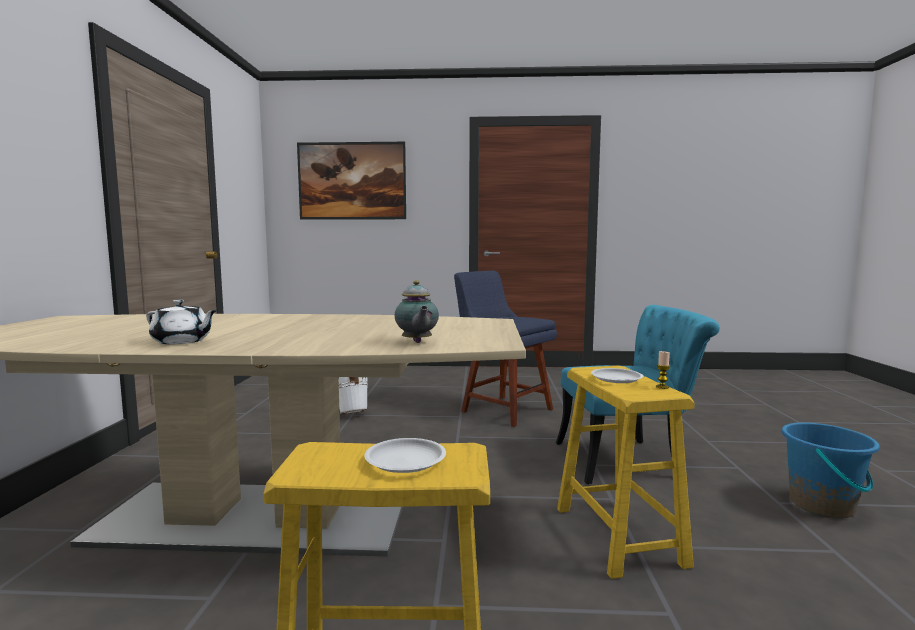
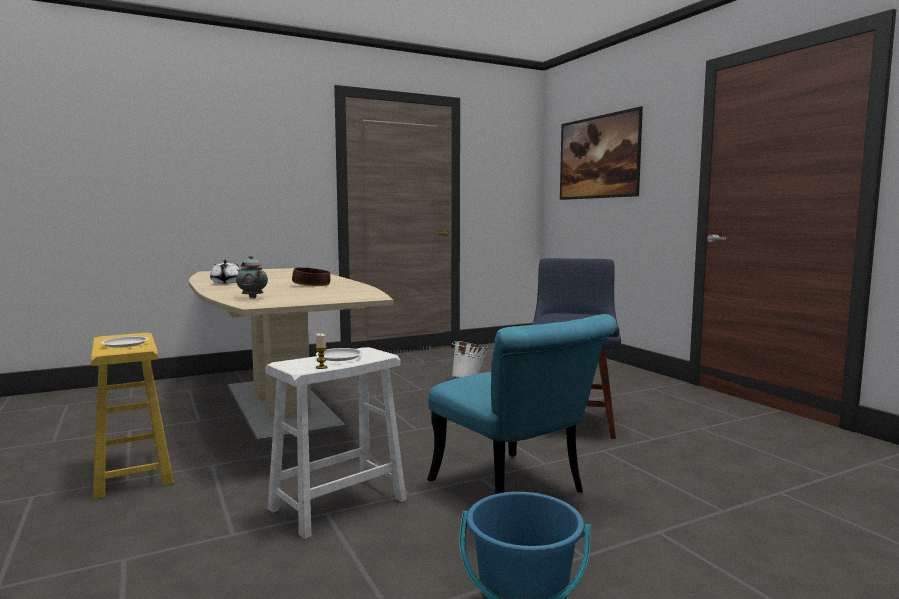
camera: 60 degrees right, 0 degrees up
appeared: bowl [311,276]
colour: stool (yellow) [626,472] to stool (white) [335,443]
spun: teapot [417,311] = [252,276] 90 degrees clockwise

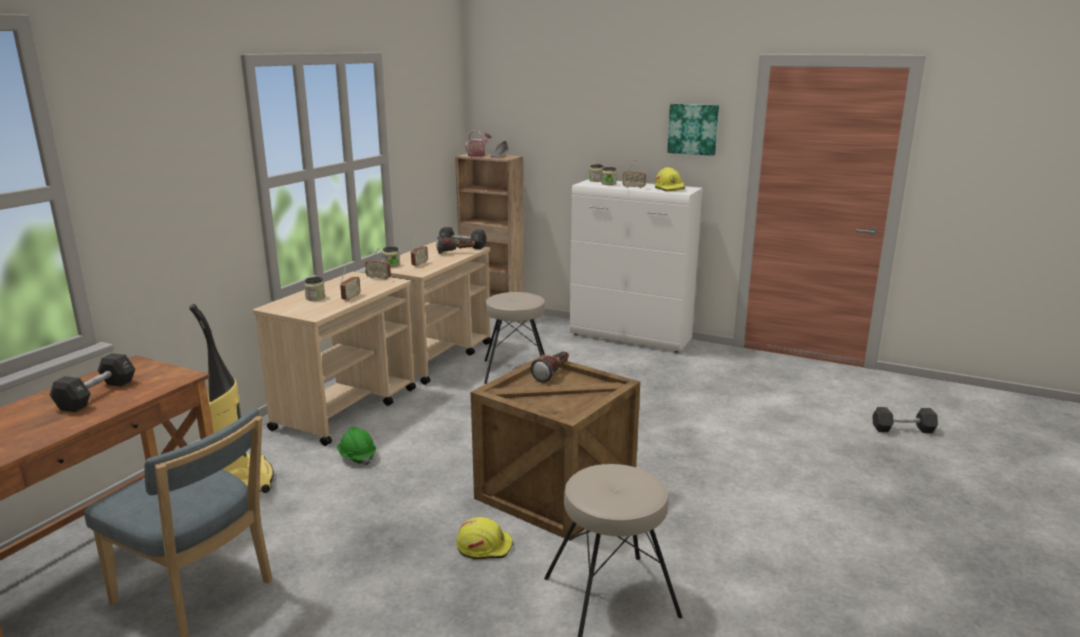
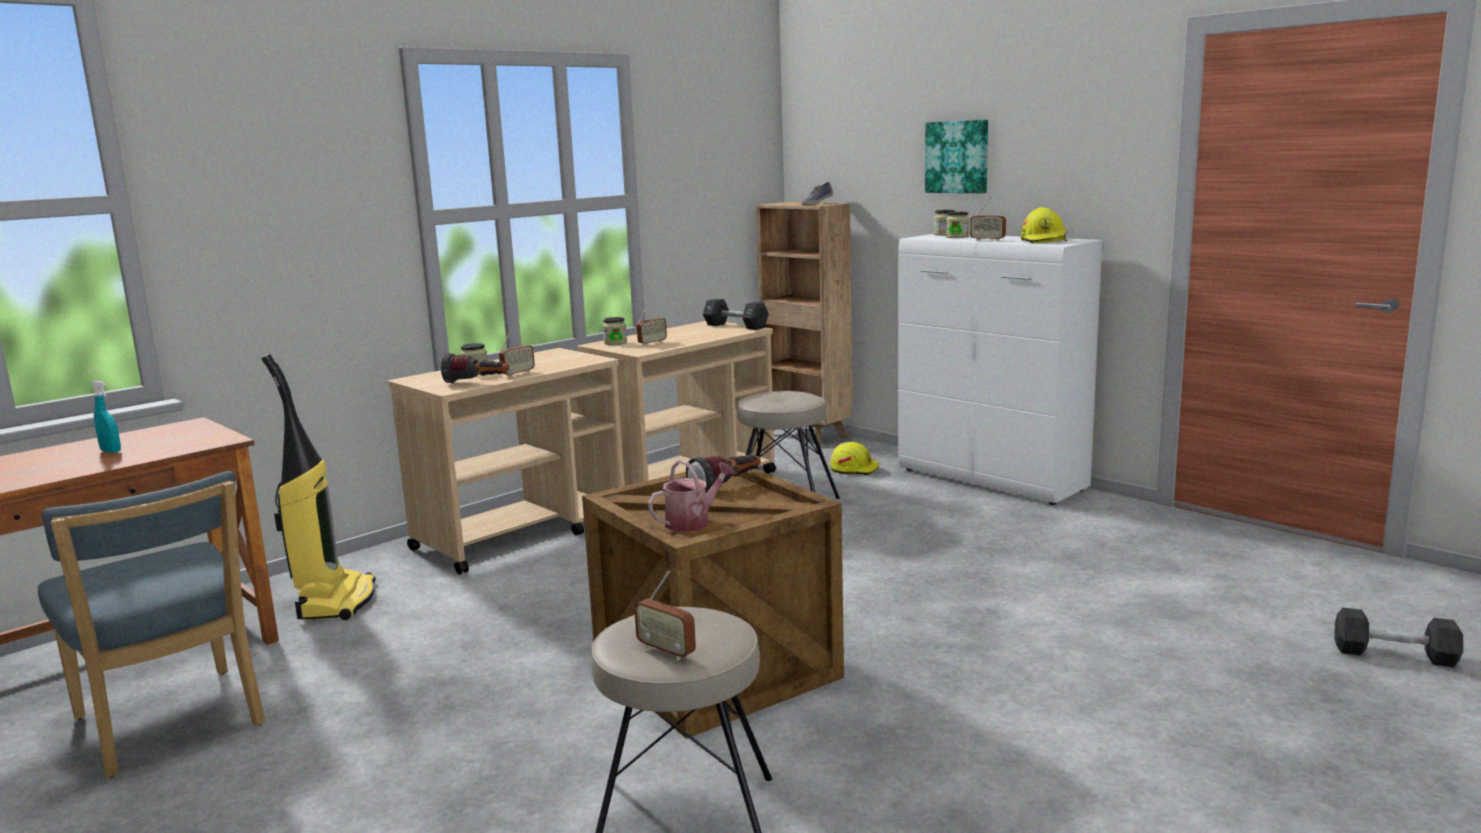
camera: 20 degrees right, 5 degrees down
missing: hard hat (green) [356,446]
relocated: flashlight [455,245] to [475,368]; radio [378,264] to [665,615]; watering can [478,143] to [692,496]; hard hat (yellow) [484,538] to [854,458]; picture [693,130] to [956,156]
exchanged: dumbbell (black) [92,382] to spray bottle (turquoise) [106,417]

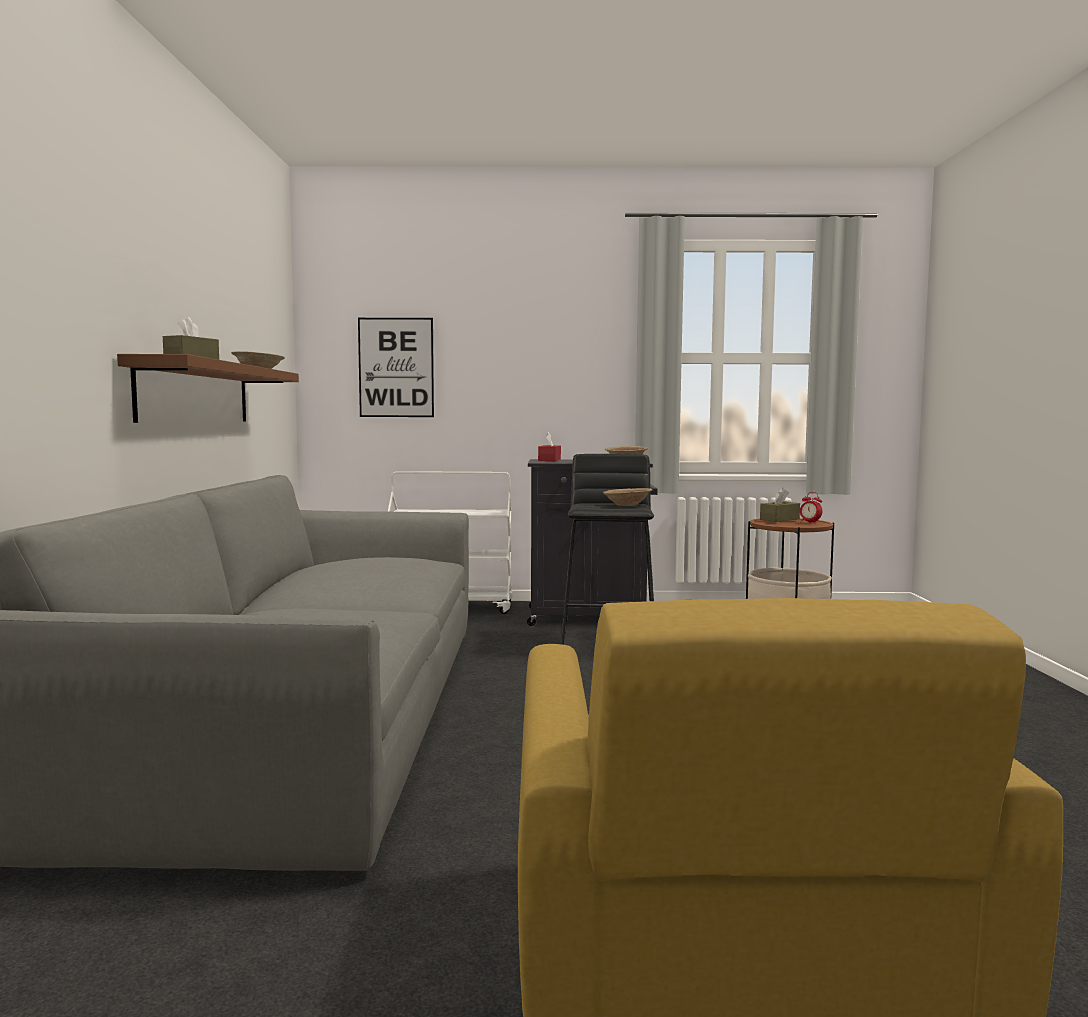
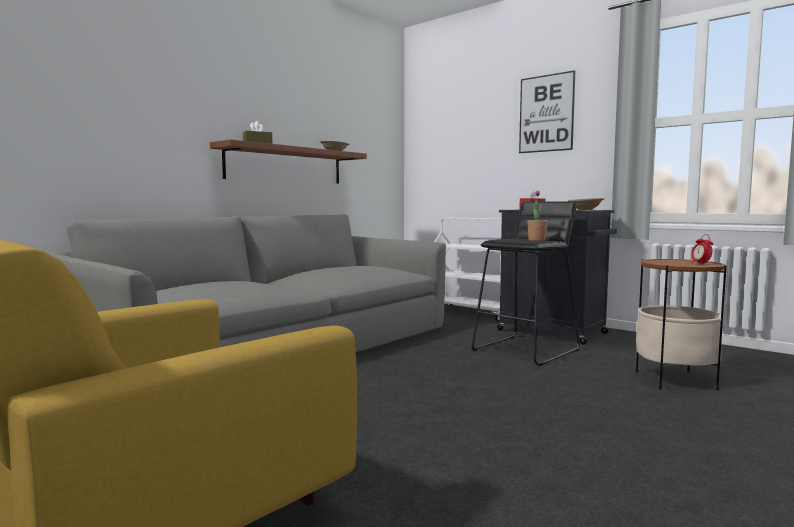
camera: 40 degrees right, 0 degrees up
missing: tissue box (brown) [780,505]
relocated: picture [396,367] to [547,111]
exchanged: bowl (brown) [628,497] to potted plant [537,215]

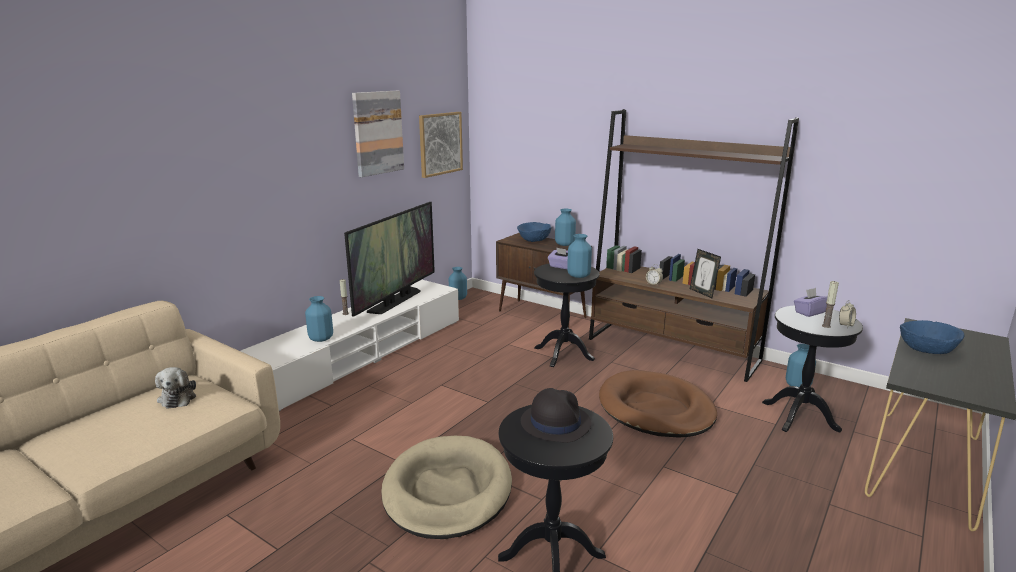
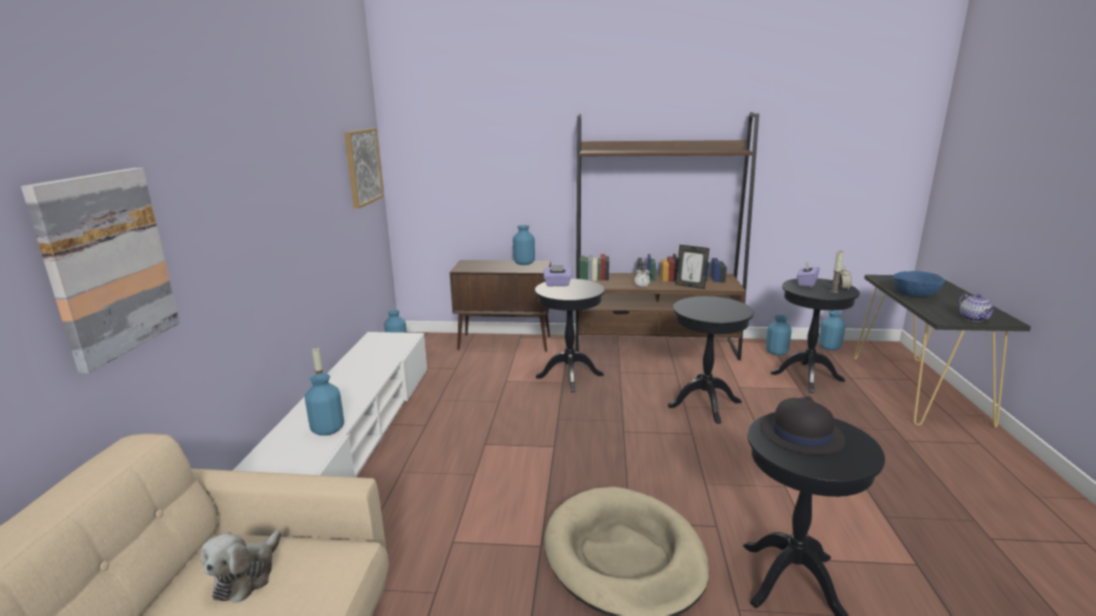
camera: 30 degrees left, 0 degrees up
missing: television [389,259]; bowl (blue) [534,232]
appeared: teapot [977,308]
relocated: picture [378,134] to [100,270]; vase (blue) [579,256] to [832,331]
exchanged: dog bed (brown) [658,404] to side table (black) [711,360]
spun: plush toy [175,387] = [240,566] 60 degrees clockwise

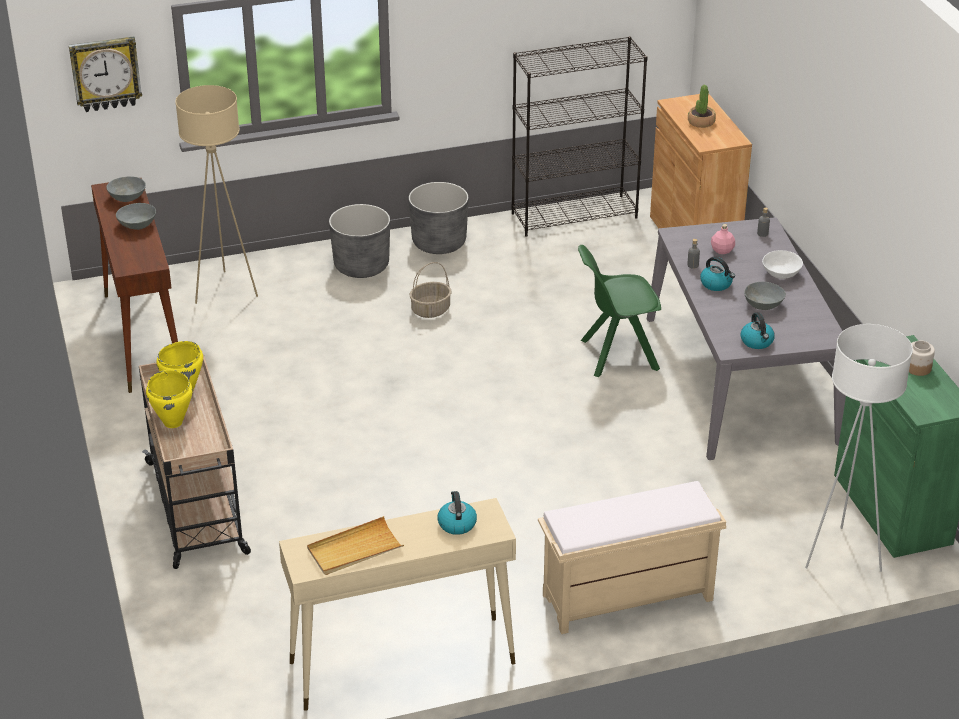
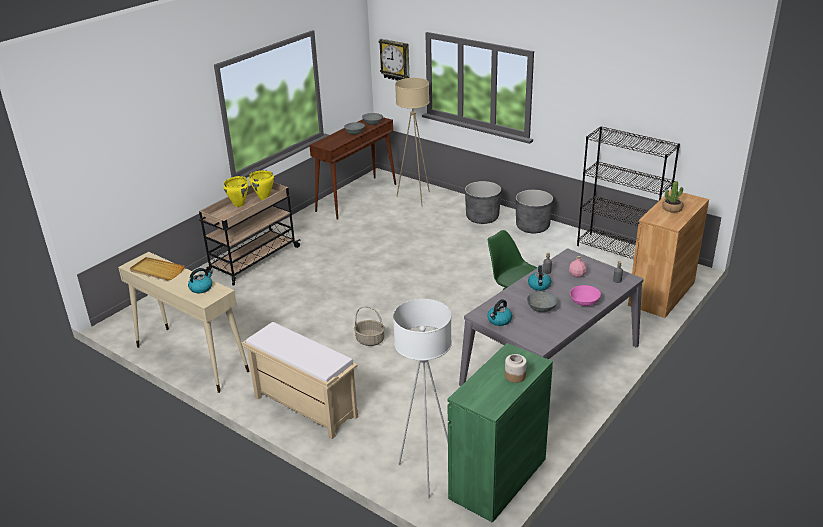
camera: 55 degrees right, 5 degrees down
relocated: basket [431,290] to [369,326]
colour: bowl (white) [782,264] to bowl (pink) [585,295]

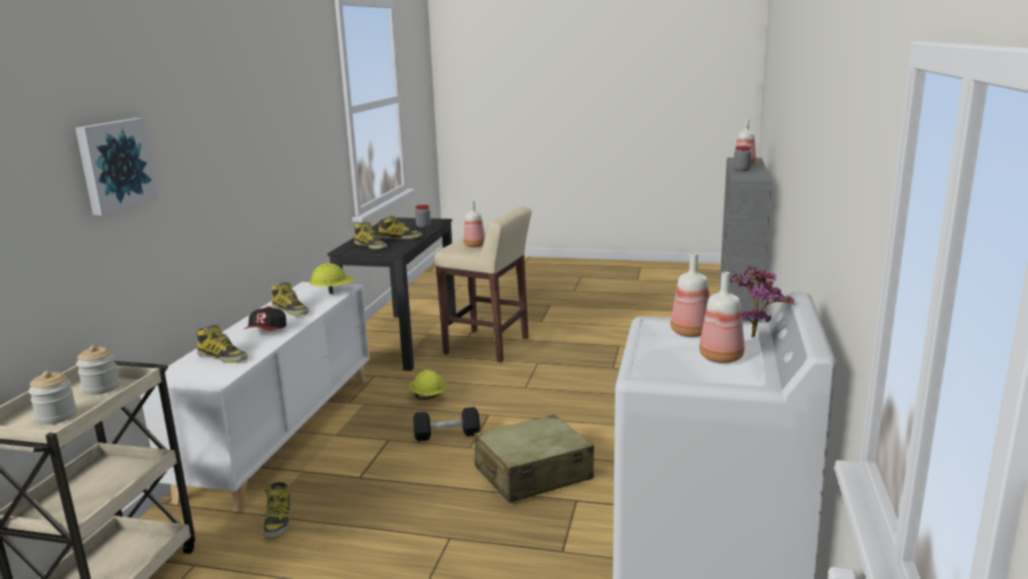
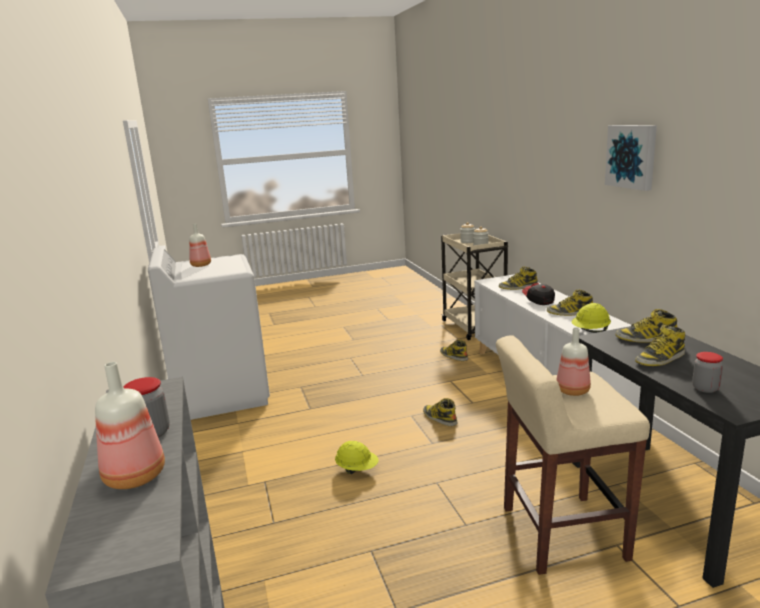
camera: 150 degrees right, 0 degrees up
missing: suitcase (beige) [534,459]; bottle [689,295]; potted plant [762,302]
relocated: hard hat (yellow) [428,385] to [356,457]; picture [116,166] to [631,158]
exchanged: dumbbell (black) [446,424] to boot [440,412]

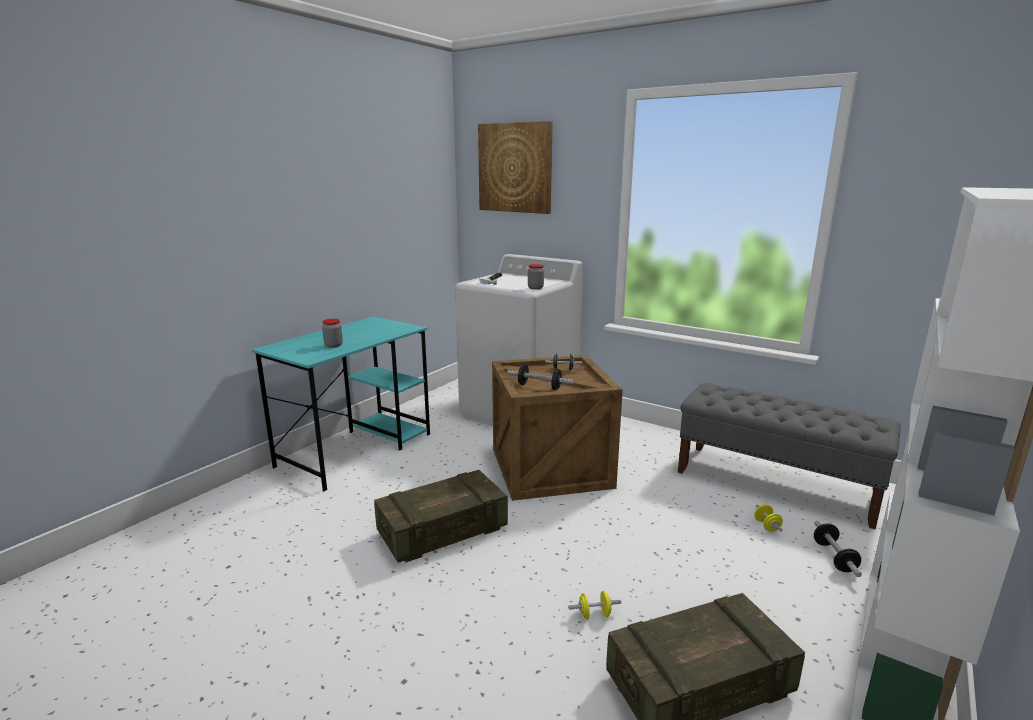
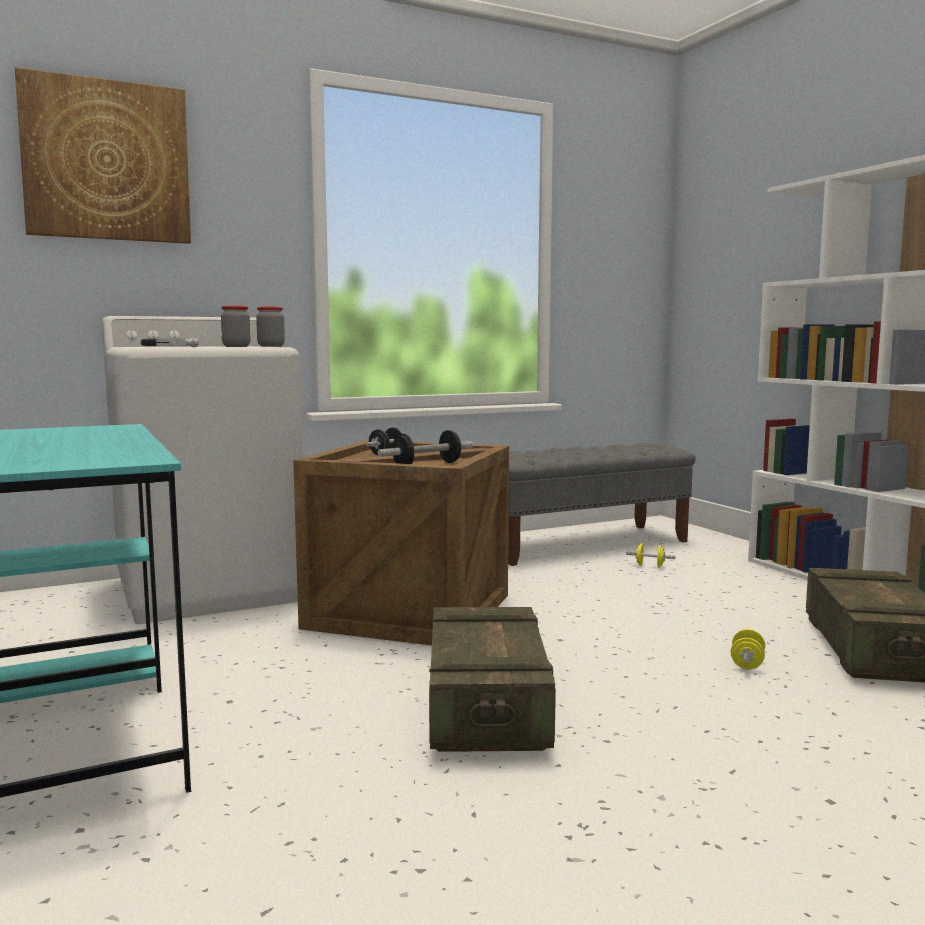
camera: 60 degrees left, 10 degrees down
missing: dumbbell [838,549]
relocated: jar [332,333] to [235,326]

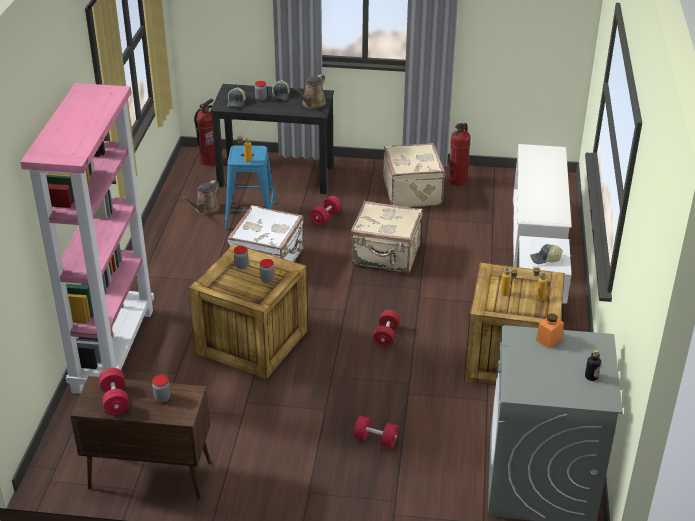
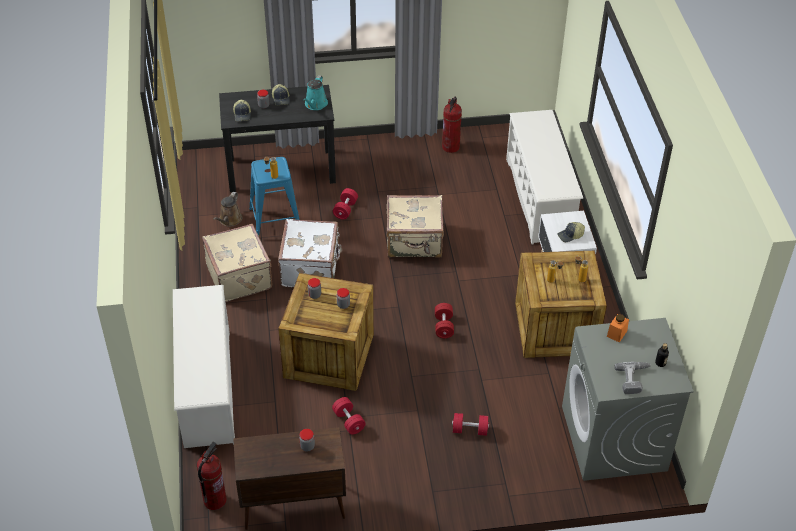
camera: 15 degrees left, 10 degrees up
appeared: power drill [632,378]
relocated: fire extinguisher [204,132] to [212,476]; suitcase (beige) [414,175] to [237,263]; dumbbell (red) [114,391] to [349,416]
exchanged: bookcase (pink) [87,238] to shoe rack (white) [204,366]
colour: watering can (brown) [310,91] to watering can (turquoise) [315,92]

